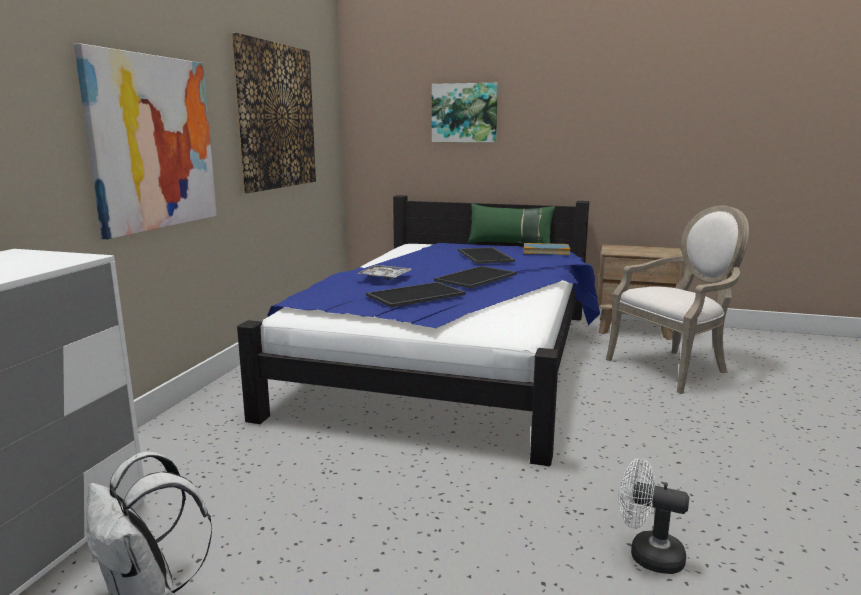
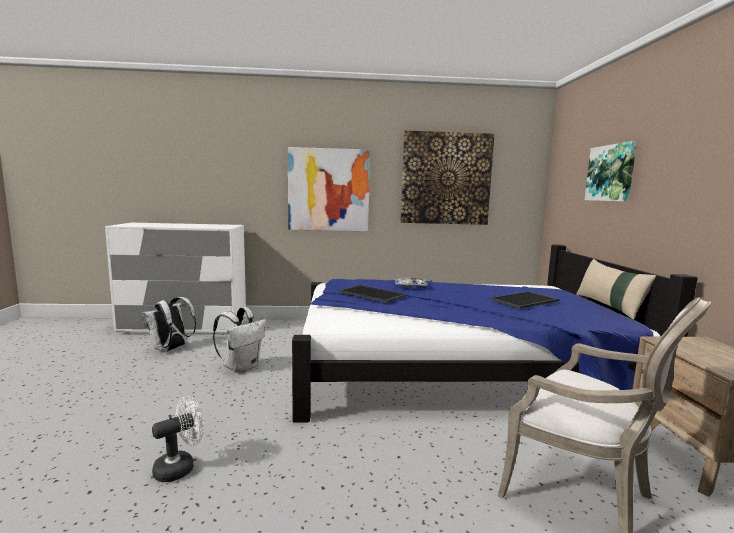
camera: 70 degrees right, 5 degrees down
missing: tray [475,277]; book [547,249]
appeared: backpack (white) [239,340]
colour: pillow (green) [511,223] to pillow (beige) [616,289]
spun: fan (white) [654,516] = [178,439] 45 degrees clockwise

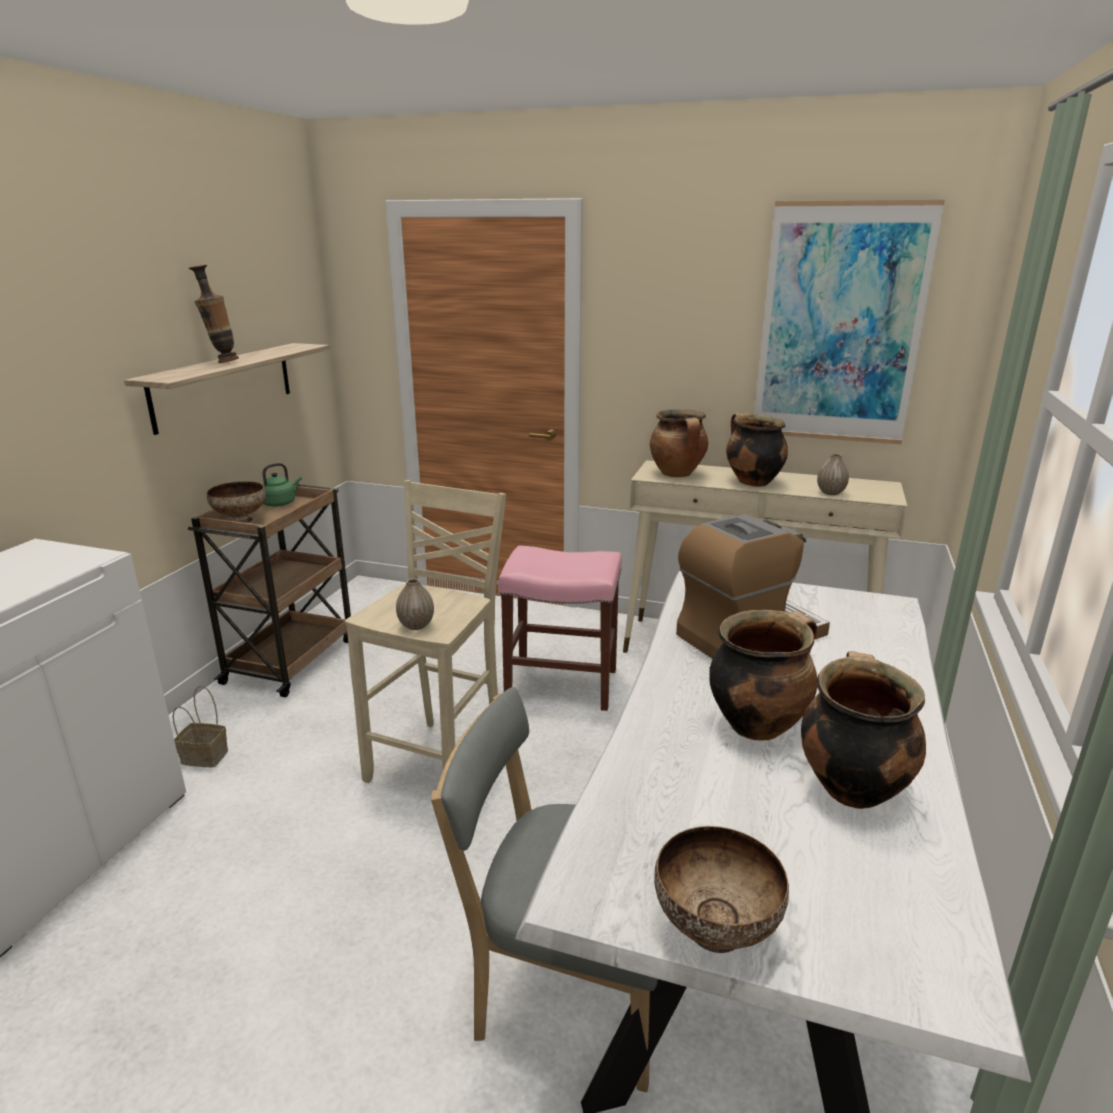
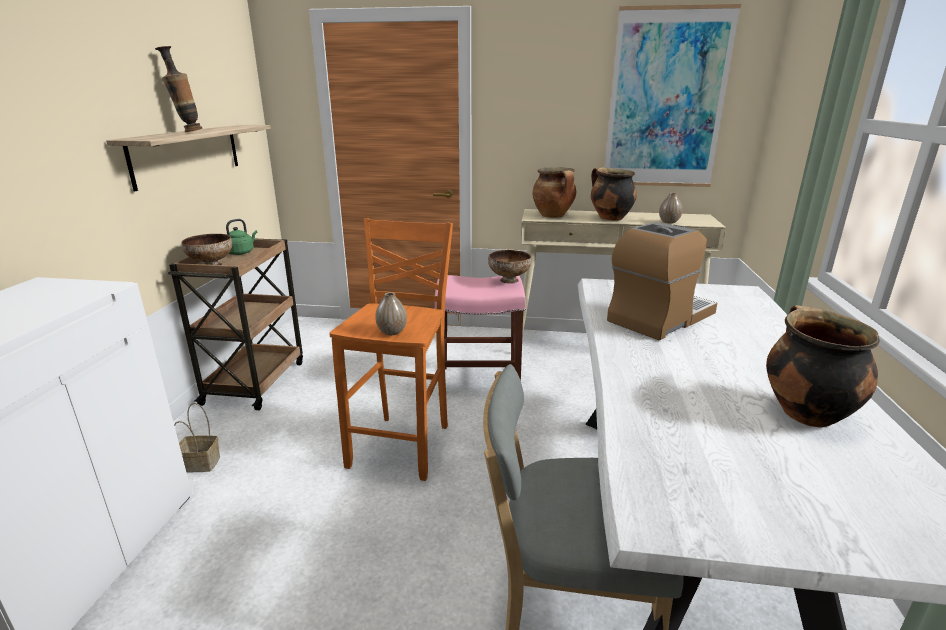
camera: 10 degrees left, 0 degrees up
missing: cooking pot [763,675]
relocated: bowl [721,889] to [509,267]
colour: stool (beige) [425,631] to stool (orange) [391,349]

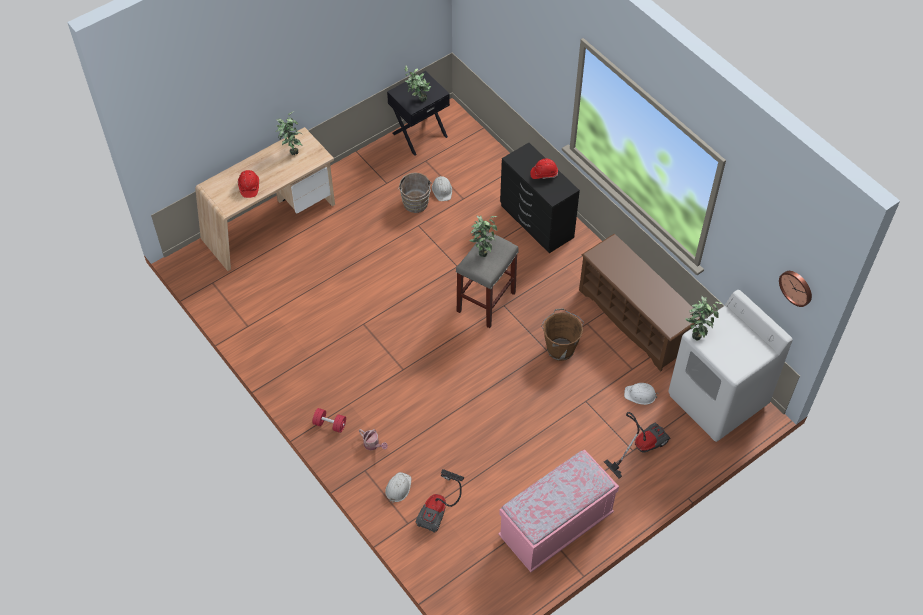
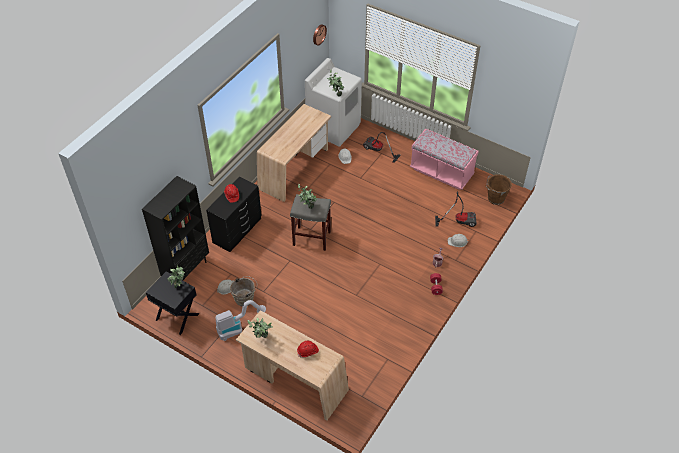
camera: 110 degrees left, 5 degrees down
appeared: bookcase (black) [175,228]; vacuum cleaner [240,320]
relocated: bucket (brown) [562,334] to [499,189]
exchanged: shoe rack (brown) [639,302] to desk (beige) [294,153]

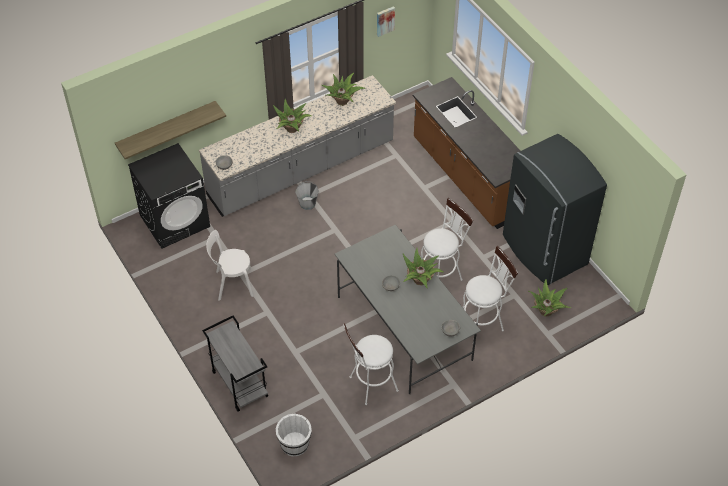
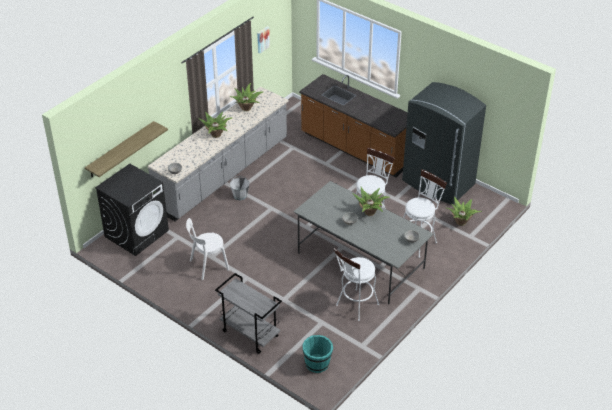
camera: 20 degrees left, 10 degrees down
colour: bucket (white) [294,435] to bucket (turquoise) [317,354]

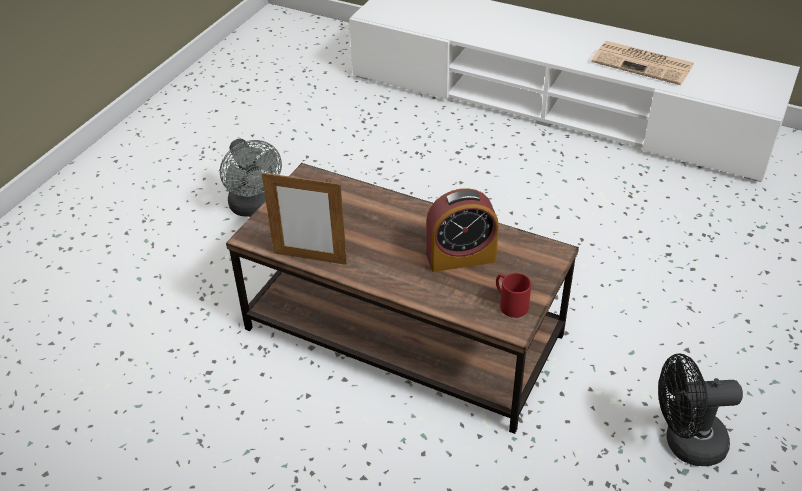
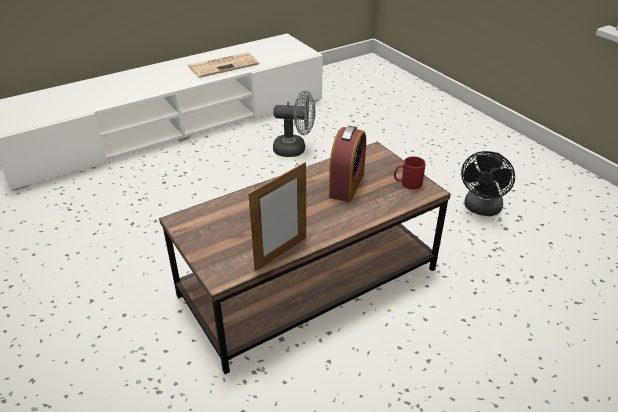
camera: 60 degrees left, 5 degrees down
relocated: fan (grey) [251,178] to [294,123]

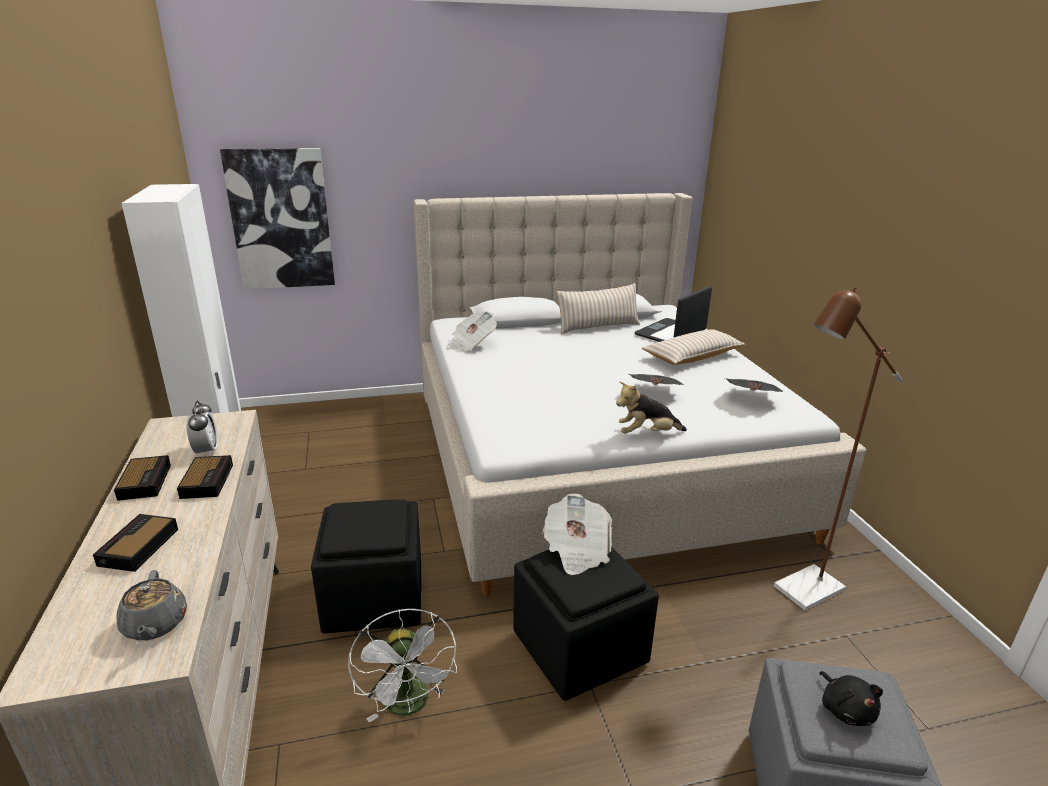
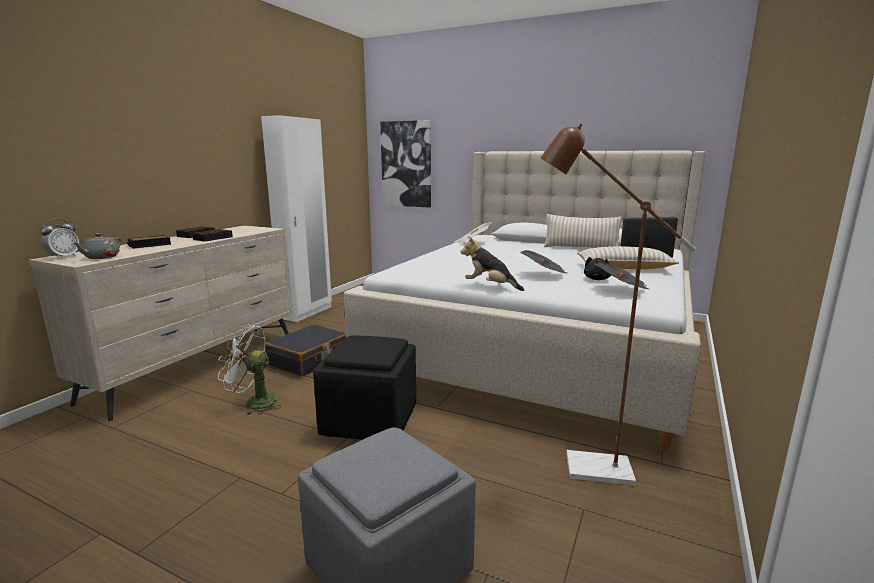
camera: 40 degrees right, 10 degrees down
missing: newspaper [577,534]
relocated: alarm clock [202,428] to [60,238]; plush toy (black) [851,698] to [597,268]
exchanged: ottoman (black) [366,566] to suitcase (black) [305,350]
spun: fan (white) [402,665] = [250,370] 75 degrees clockwise

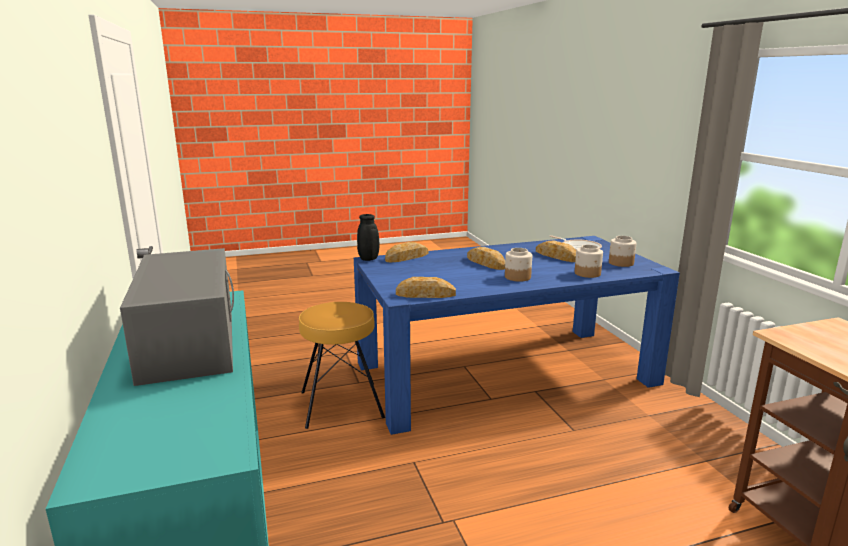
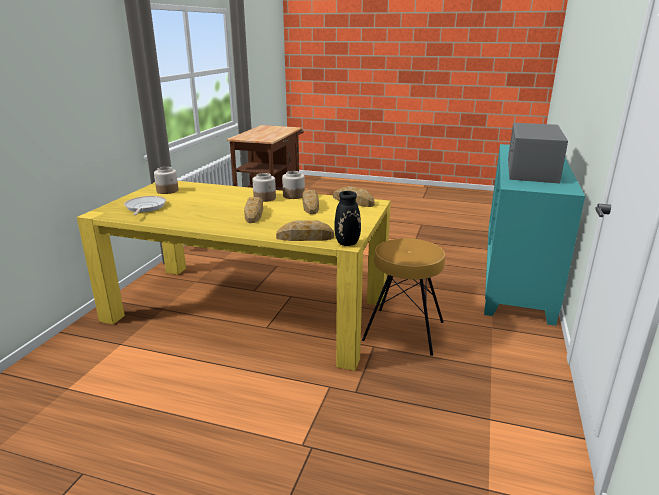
camera: 145 degrees left, 5 degrees up
relocated: jar [589,261] to [293,185]; bread [556,251] to [310,202]
colour: dining table (blue) [517,335] to dining table (yellow) [234,276]

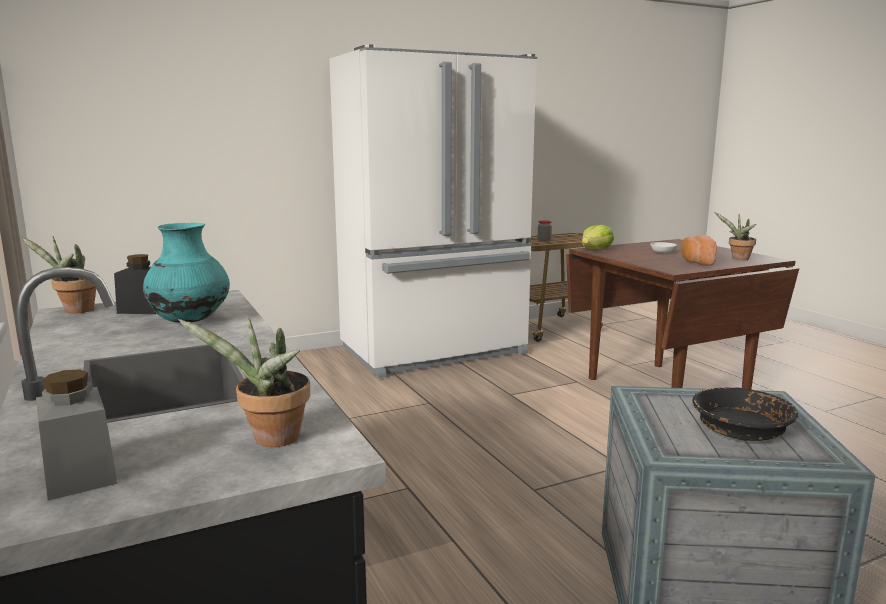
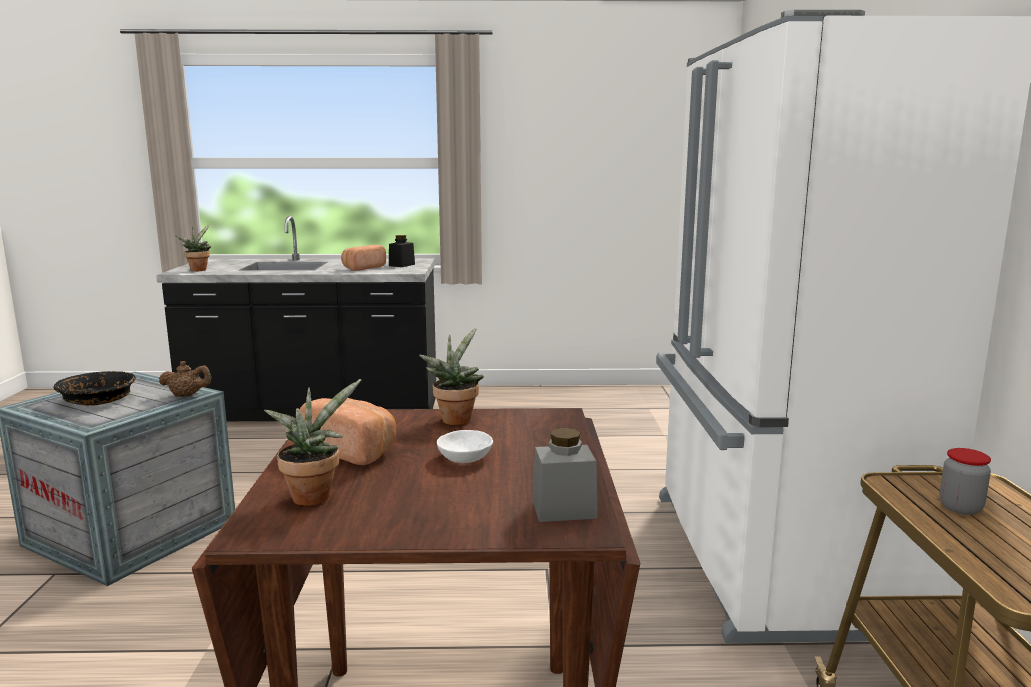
camera: 115 degrees right, 0 degrees up
missing: lettuce [598,236]
appeared: teapot (brown) [185,379]
relocated: potted plant [58,274] to [451,376]; jar (grey) [77,435] to [565,475]
exchanged: vase (turquoise) [186,273] to bread [363,258]

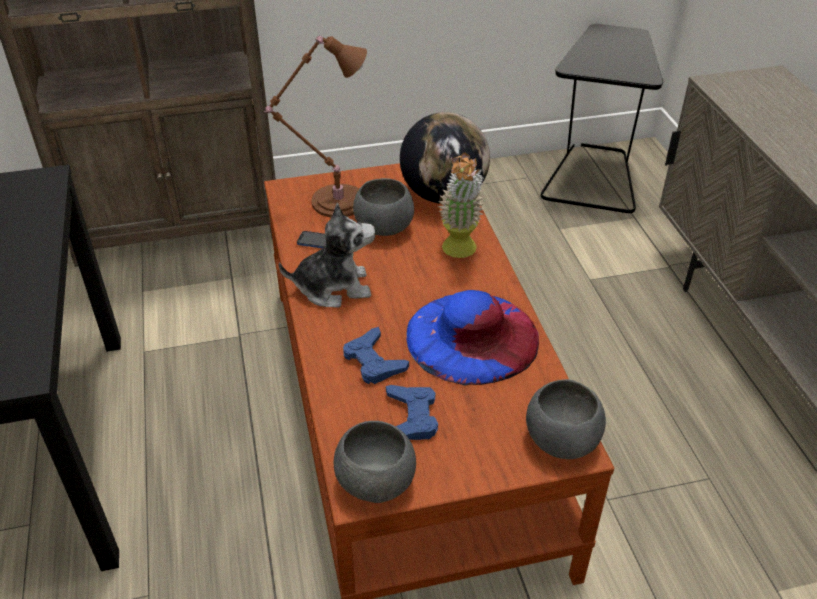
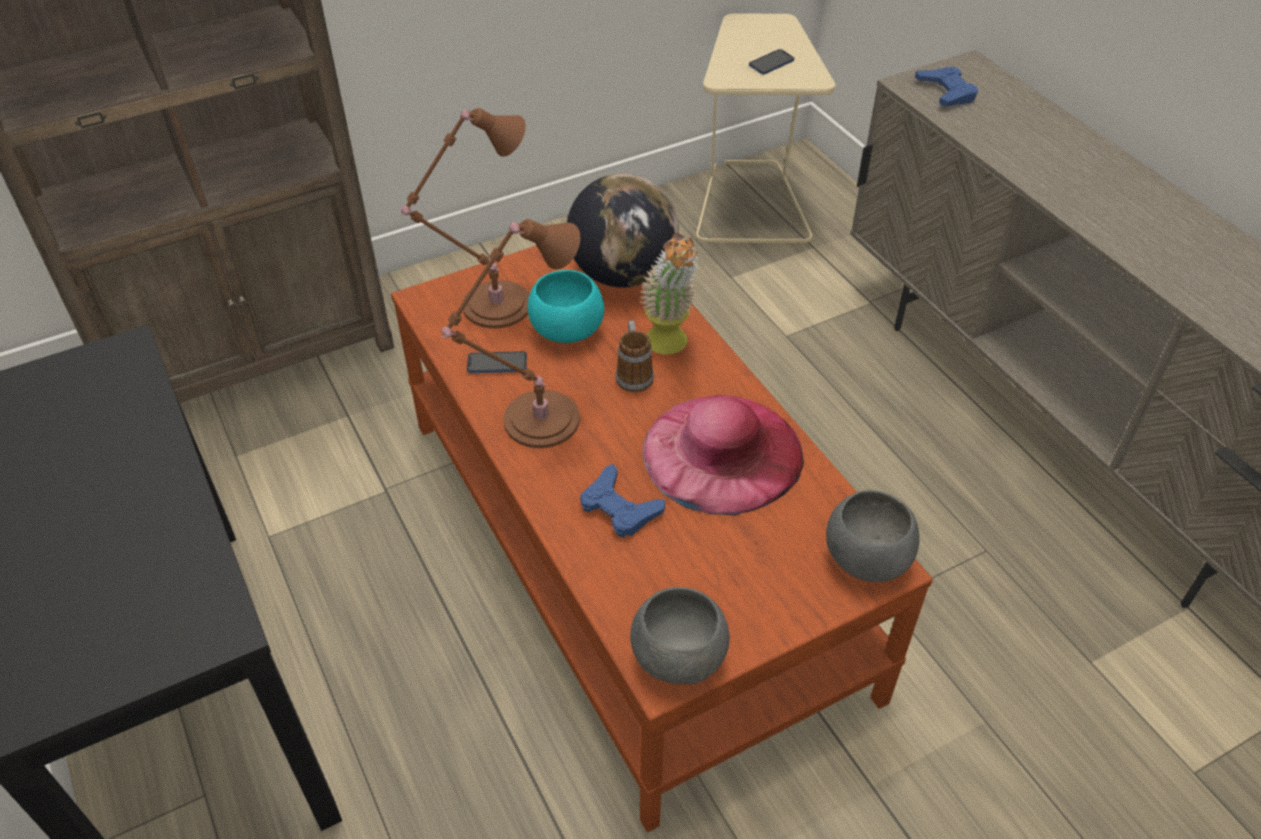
camera: 15 degrees left, 5 degrees up
appeared: mug [634,356]; phone [771,61]
relocated: game controller (blue) [412,412] to [946,86]
exchanged: plush toy [327,255] to table lamp (brown) [511,333]
colour: bowl (grey) [383,207] to bowl (turquoise) [566,306]; hat (blue) [472,338] to hat (pink) [723,455]; side table (black) [602,118] to side table (beige) [765,128]

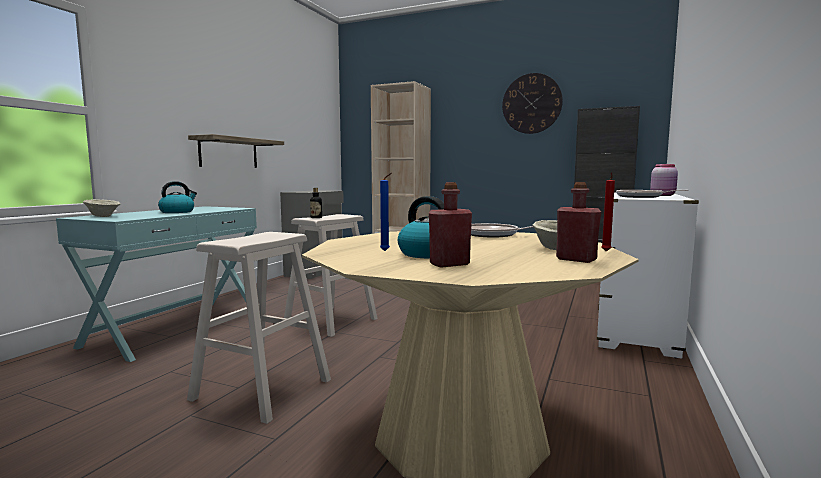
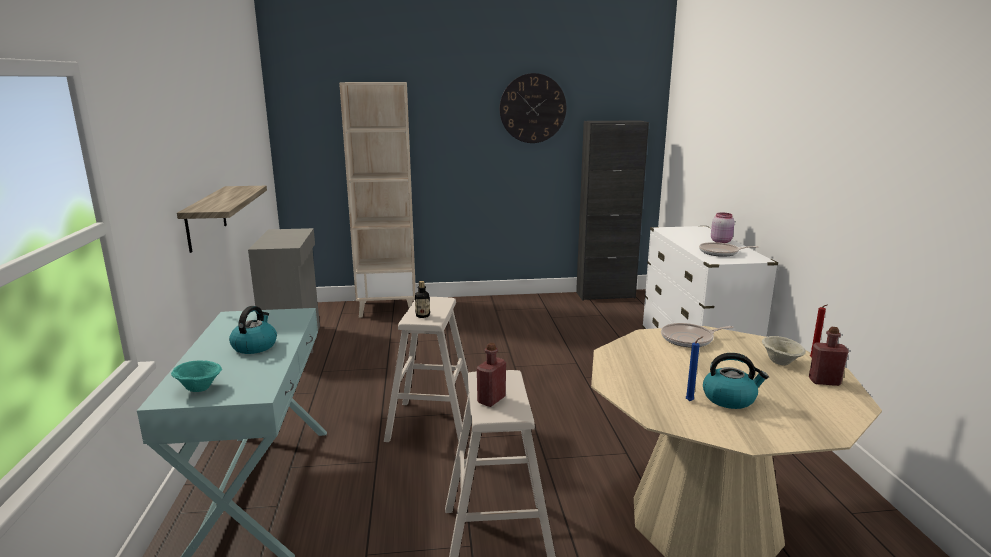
camera: 30 degrees left, 10 degrees up
relocated: bottle (red) [450,225] to [491,375]
colour: bowl (beige) [102,208] to bowl (turquoise) [196,376]

